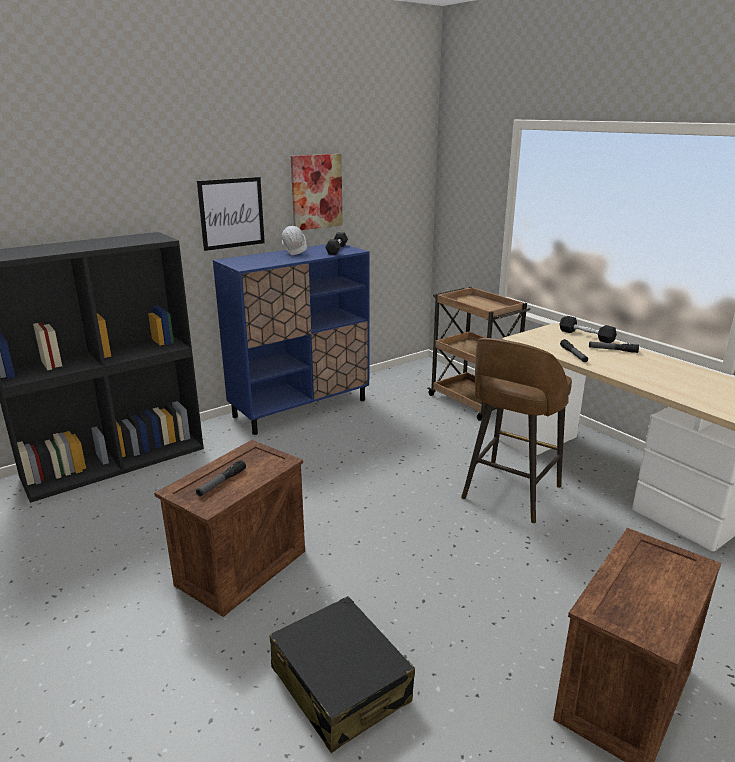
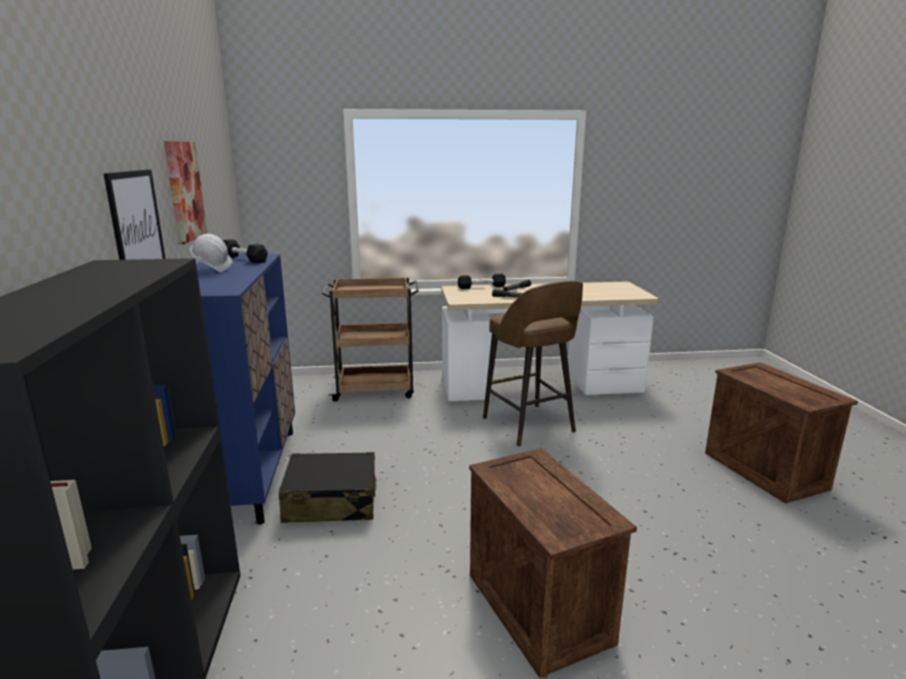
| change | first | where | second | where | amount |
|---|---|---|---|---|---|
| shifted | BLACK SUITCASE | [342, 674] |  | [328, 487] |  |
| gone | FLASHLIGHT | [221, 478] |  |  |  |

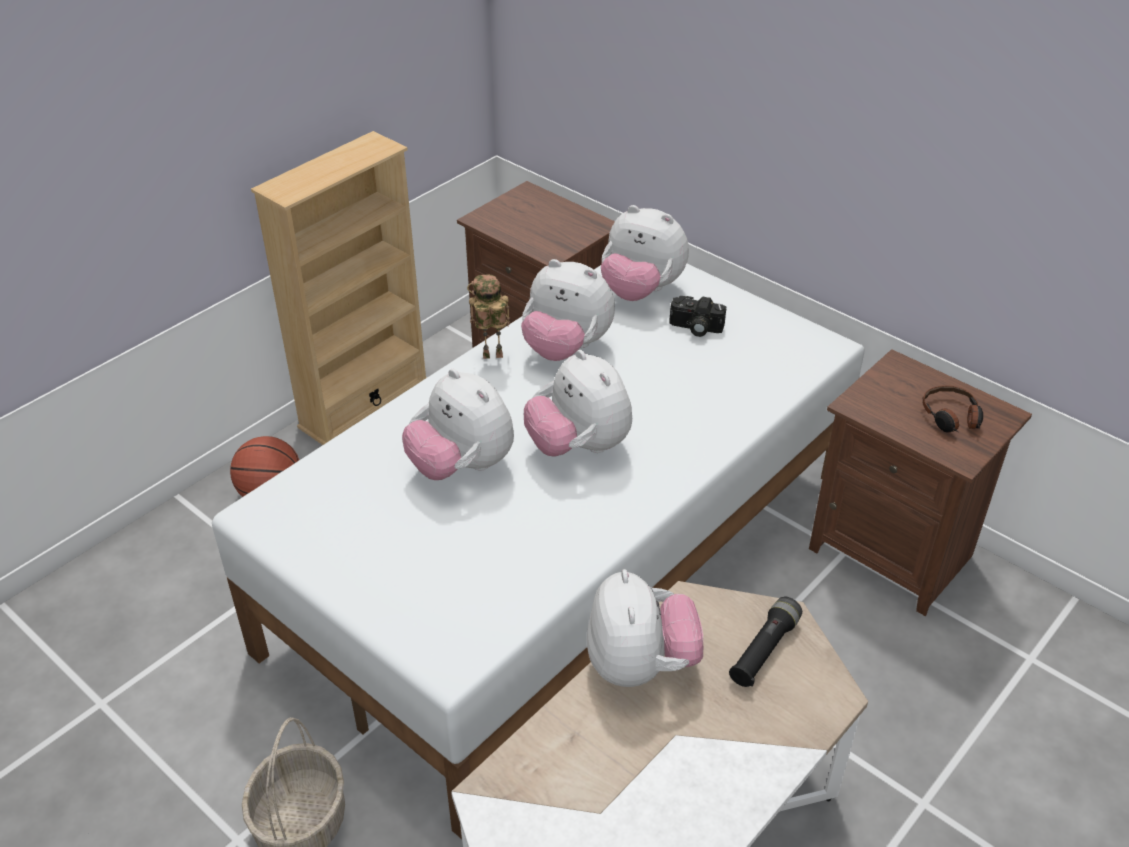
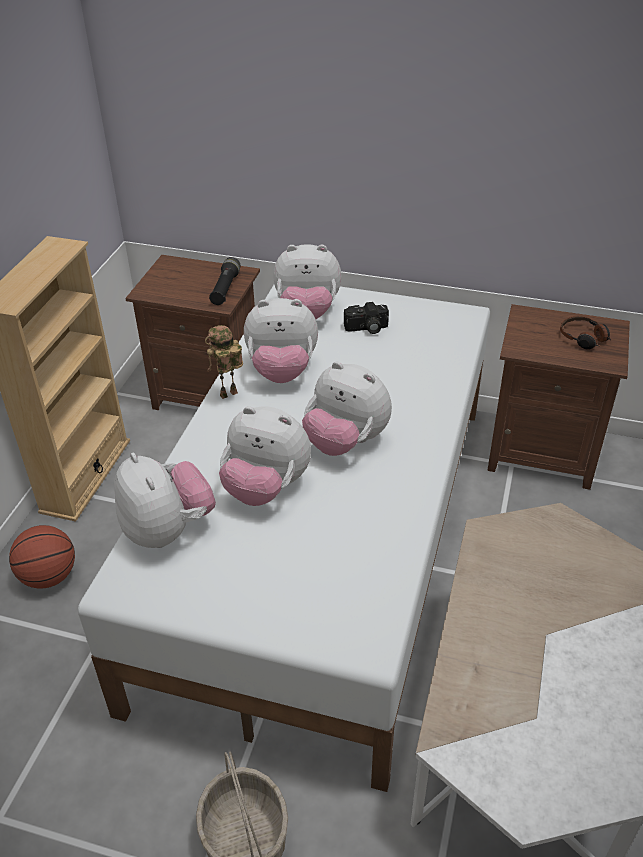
| change | first | where | second | where | amount |
|---|---|---|---|---|---|
| shifted | PLUSH TOY | [645, 628] |  | [165, 500] |  |
| shifted | BLACK FLASHLIGHT | [765, 641] |  | [224, 281] |  |

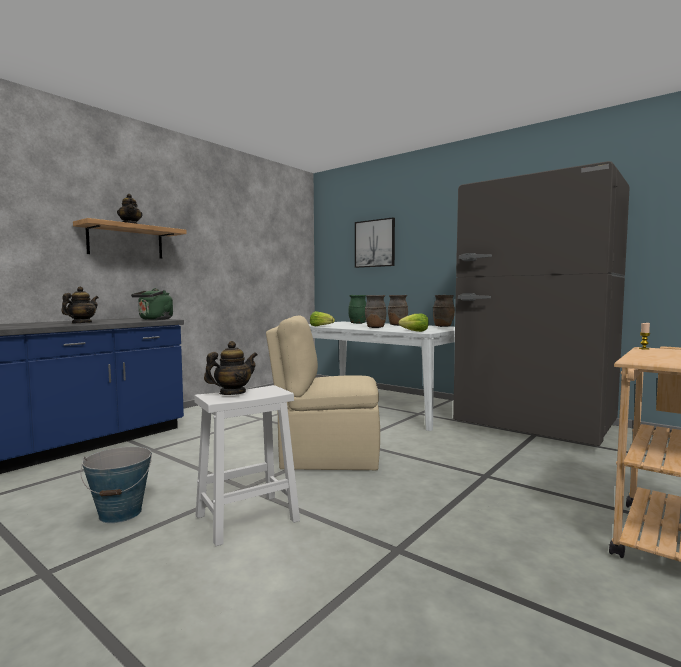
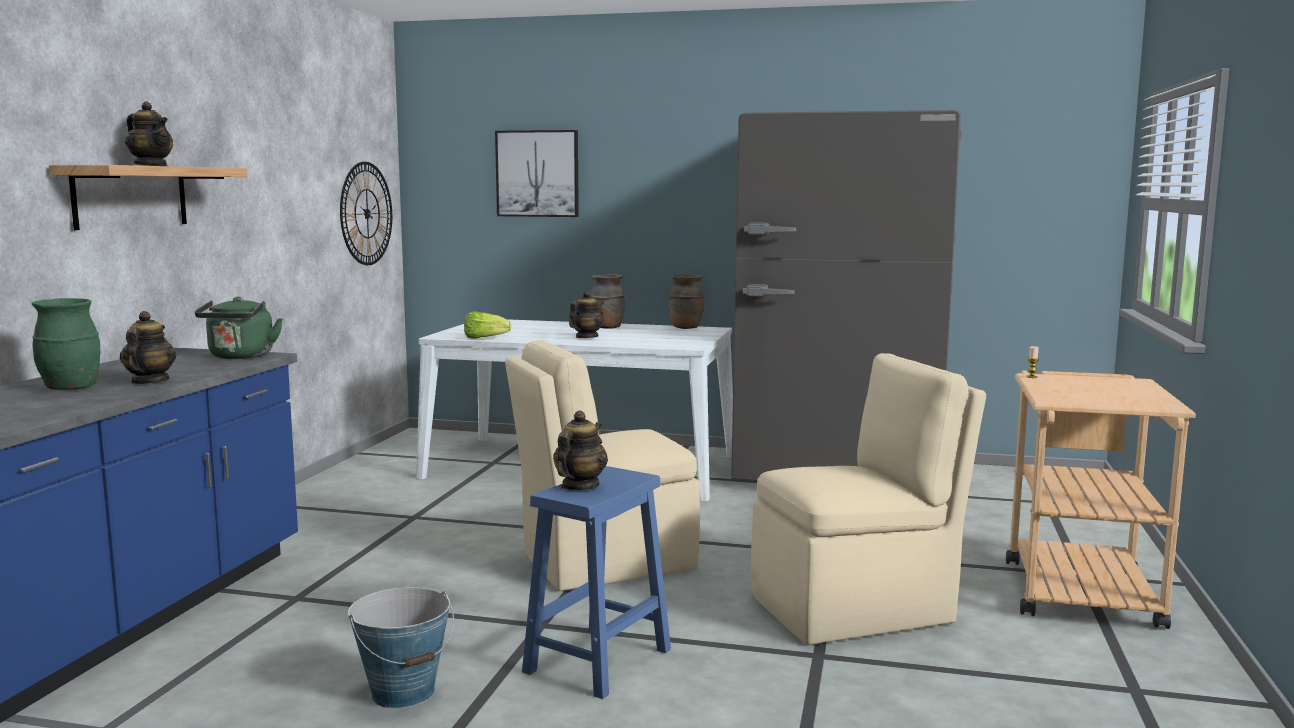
| change | first | where | second | where | amount |
|---|---|---|---|---|---|
| shifted | GREEN VASE | [357, 309] |  | [66, 344] |  |
| new |  |  | WALL CLOCK | [366, 213] |  |
| repainted | WHITE STOOL | [247, 465] | BLUE STOOL | [596, 582] |  |
| swapped | BROWN VASE | [375, 311] | TEAPOT | [586, 314] |  |
| new |  |  | BEIGE CHAIR | [868, 499] |  |
| gone | LETTUCE | [414, 323] |  |  |  |

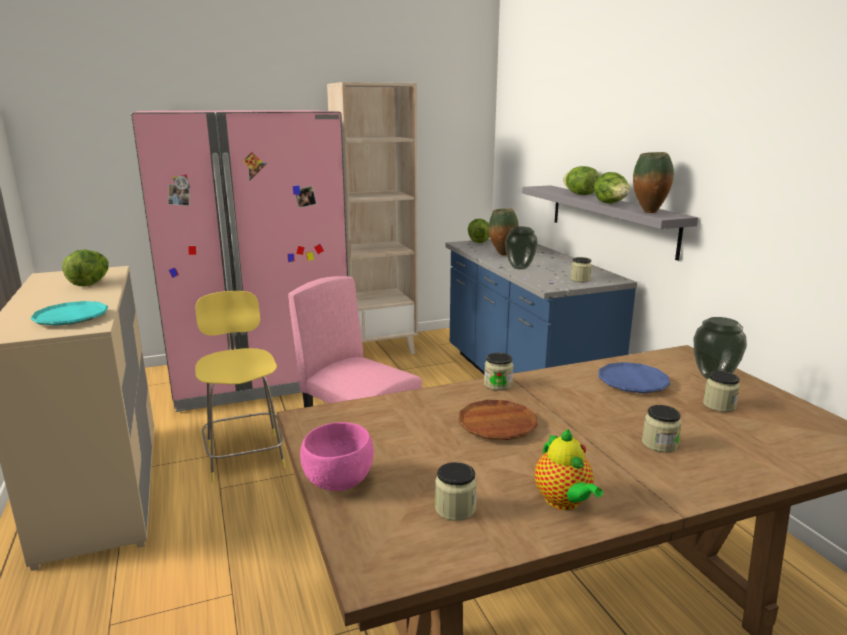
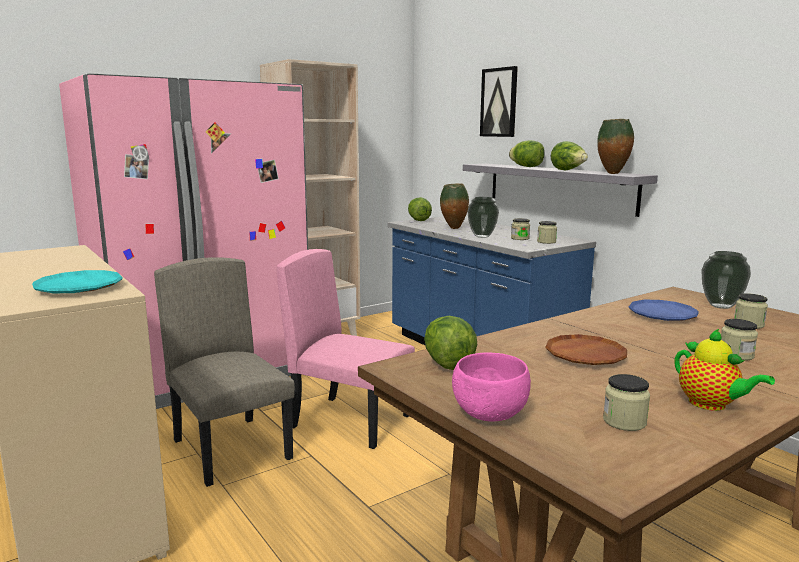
| change | first | where | second | where | amount |
|---|---|---|---|---|---|
| swapped | YELLOW STOOL | [240, 386] | BEIGE CHAIR | [224, 372] |  |
| shifted | LETTUCE | [85, 267] |  | [450, 343] |  |
| new |  |  | PICTURE | [499, 101] |  |
| shifted | JAR | [498, 372] |  | [520, 229] |  |

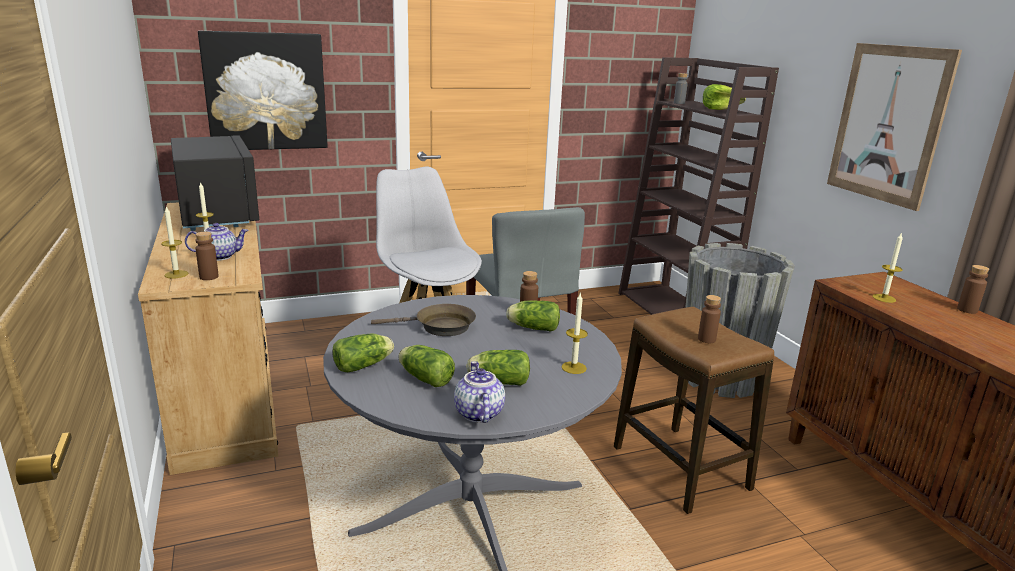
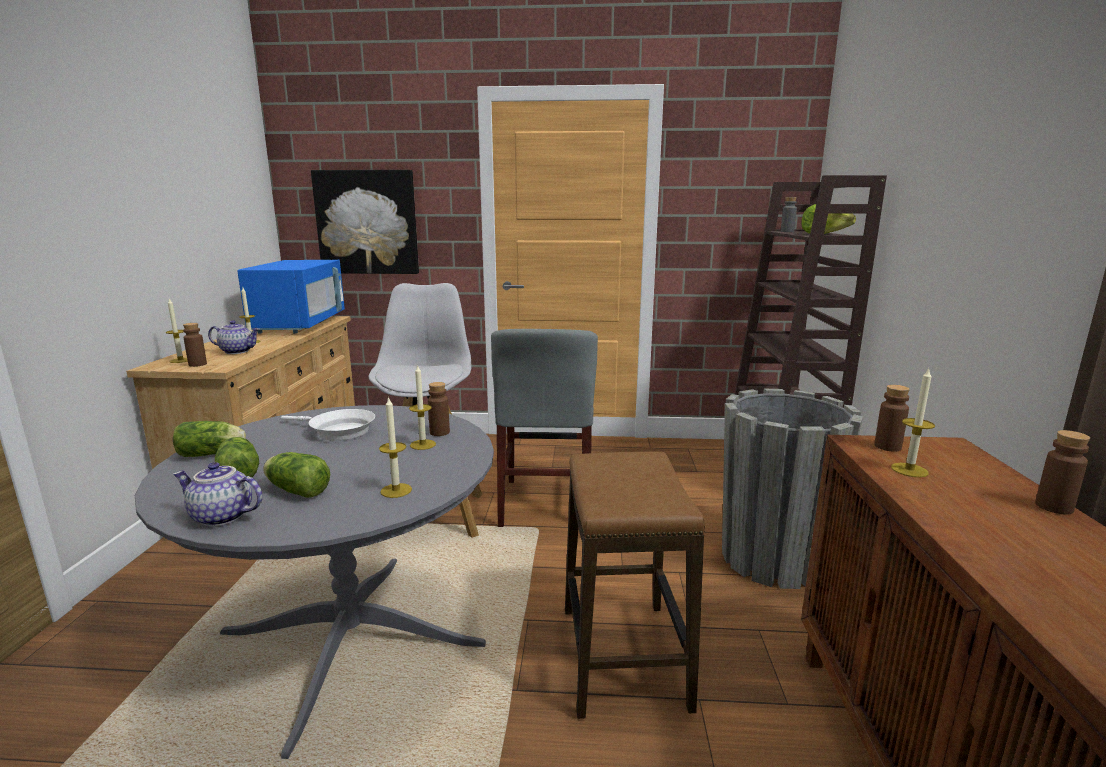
| change | first | where | second | where | amount |
|---|---|---|---|---|---|
| rotated | TEAPOT | [479, 392] |  | [217, 494] | 90 degrees counterclockwise |
| repainted | BLACK MICROWAVE | [215, 183] | BLUE MICROWAVE | [291, 297] |  |
| repainted | BROWN FRYING PAN | [423, 320] | WHITE FRYING PAN | [328, 425] |  |
| swapped | LETTUCE | [533, 316] | CANDLE | [422, 407] |  |
| shifted | BROWN BOTTLE | [709, 319] |  | [892, 418] |  |
| gone | PICTURE | [894, 127] |  |  |  |

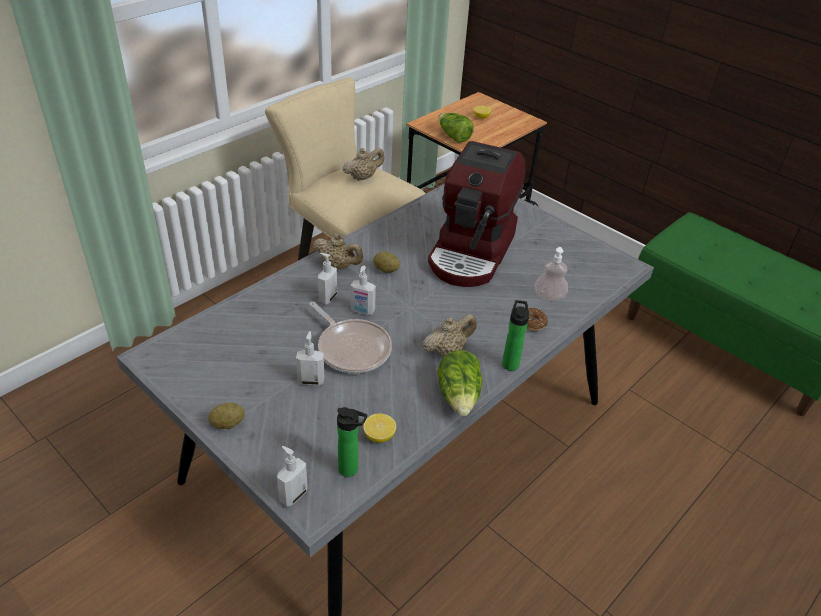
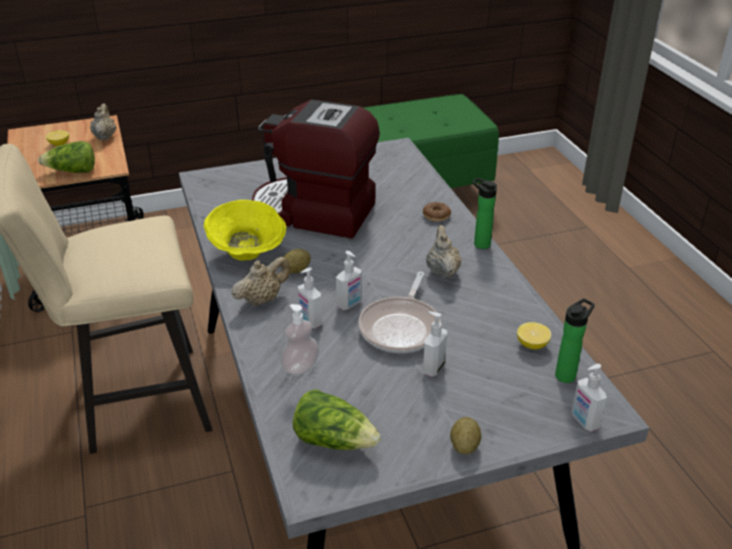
| change | first | where | second | where | amount |
|---|---|---|---|---|---|
| shifted | BEIGE TEAPOT | [363, 164] |  | [103, 122] |  |
| new |  |  | YELLOW BOWL | [245, 230] |  |
| rotated | COFFEE MACHINE | [477, 214] |  | [316, 169] | 150 degrees clockwise |
| shifted | SOAP DISPENSER | [551, 274] |  | [300, 339] |  |
| shifted | LETTUCE | [459, 383] |  | [337, 419] |  |
| rotated | FRYING PAN | [350, 337] |  | [400, 312] | 120 degrees clockwise |

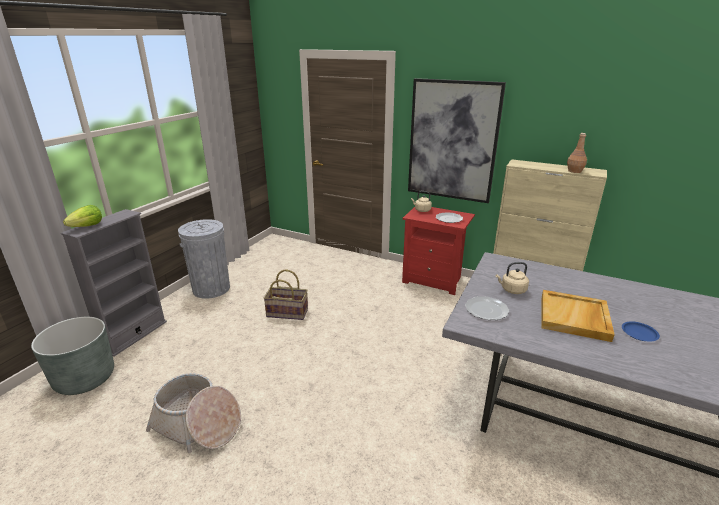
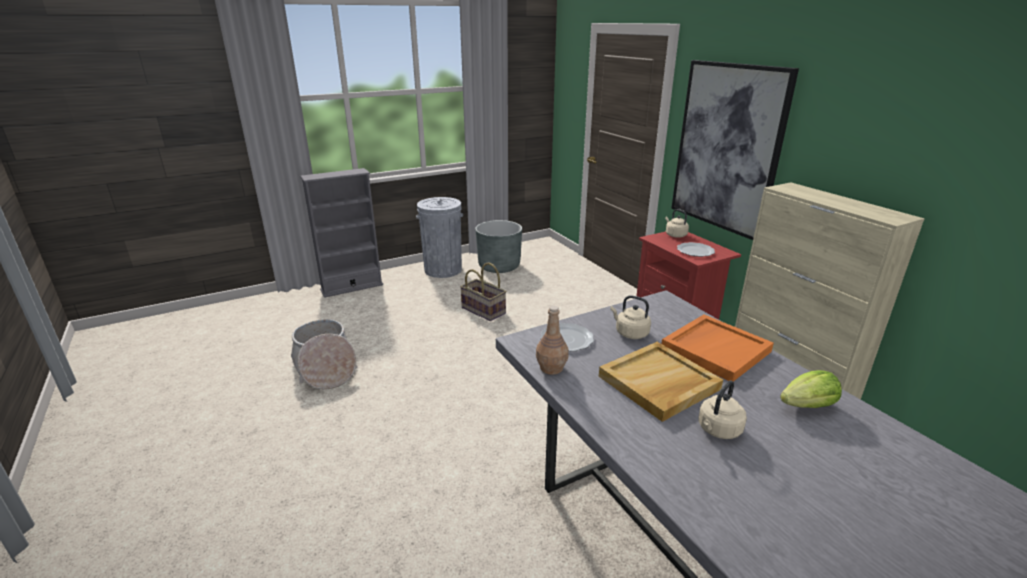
| change | first | where | second | where | amount |
|---|---|---|---|---|---|
| shifted | GREY PLANTER | [72, 356] |  | [498, 246] |  |
| shifted | BROWN BOTTLE | [577, 153] |  | [552, 340] |  |
| new |  |  | ORANGE TRAY | [717, 348] |  |
| swapped | BLUE PLATE | [641, 331] | BEIGE KETTLE | [722, 409] |  |
| shifted | LETTUCE | [82, 216] |  | [811, 389] |  |

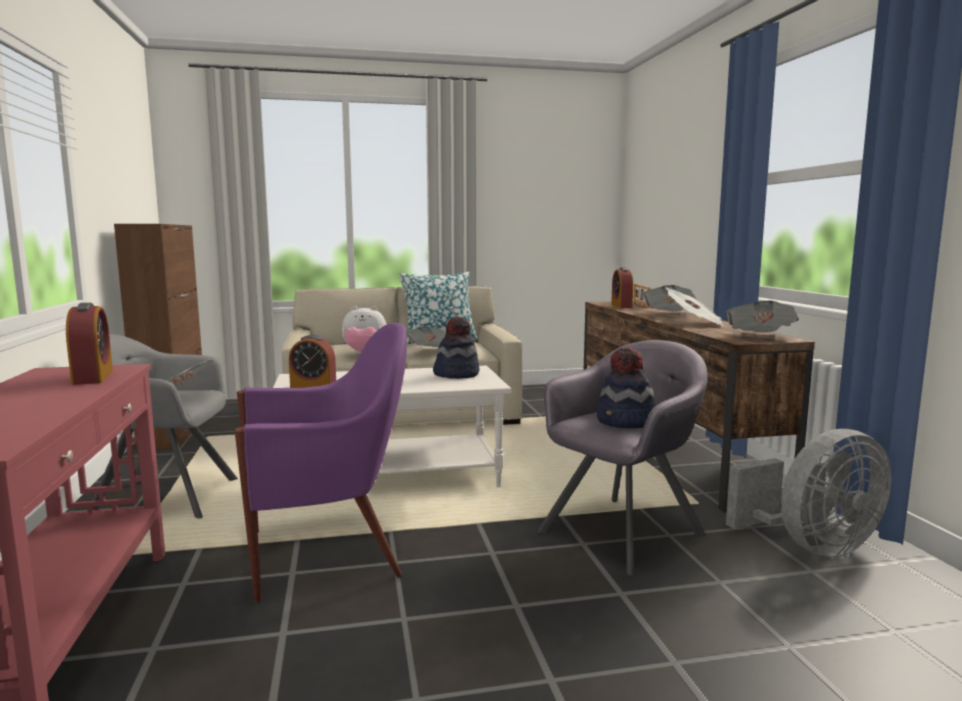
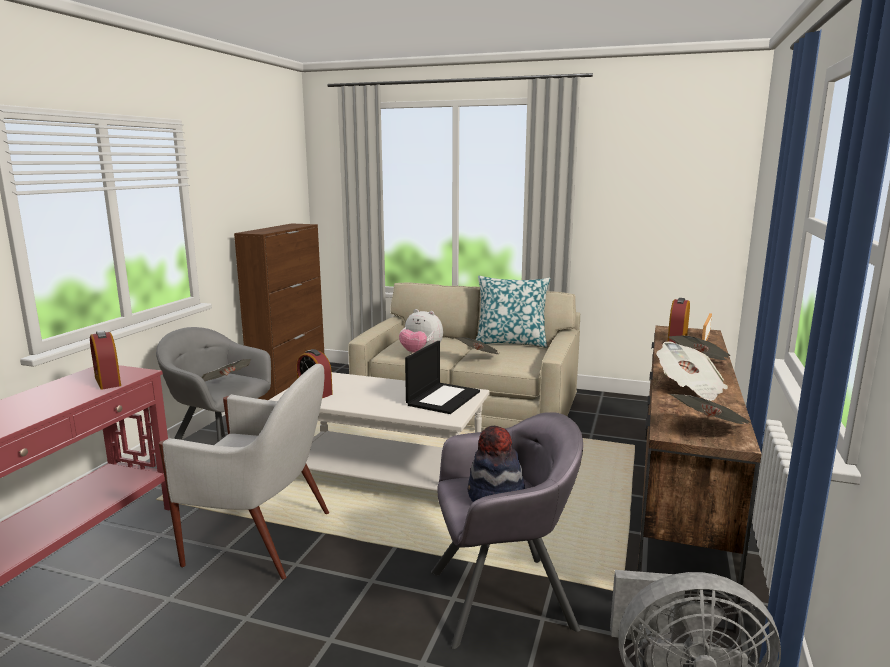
| change | first | where | second | where | amount |
|---|---|---|---|---|---|
| rotated | ALARM CLOCK | [89, 344] |  | [105, 360] | 135 degrees clockwise |
| repainted | PURPLE ARMCHAIR | [320, 463] | WHITE ARMCHAIR | [244, 472] |  |
| swapped | HAT | [456, 348] | LAPTOP | [442, 377] |  |

